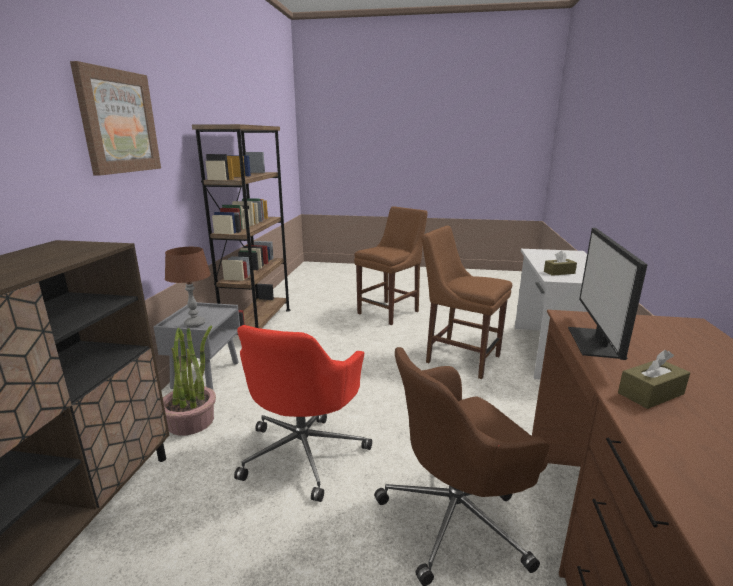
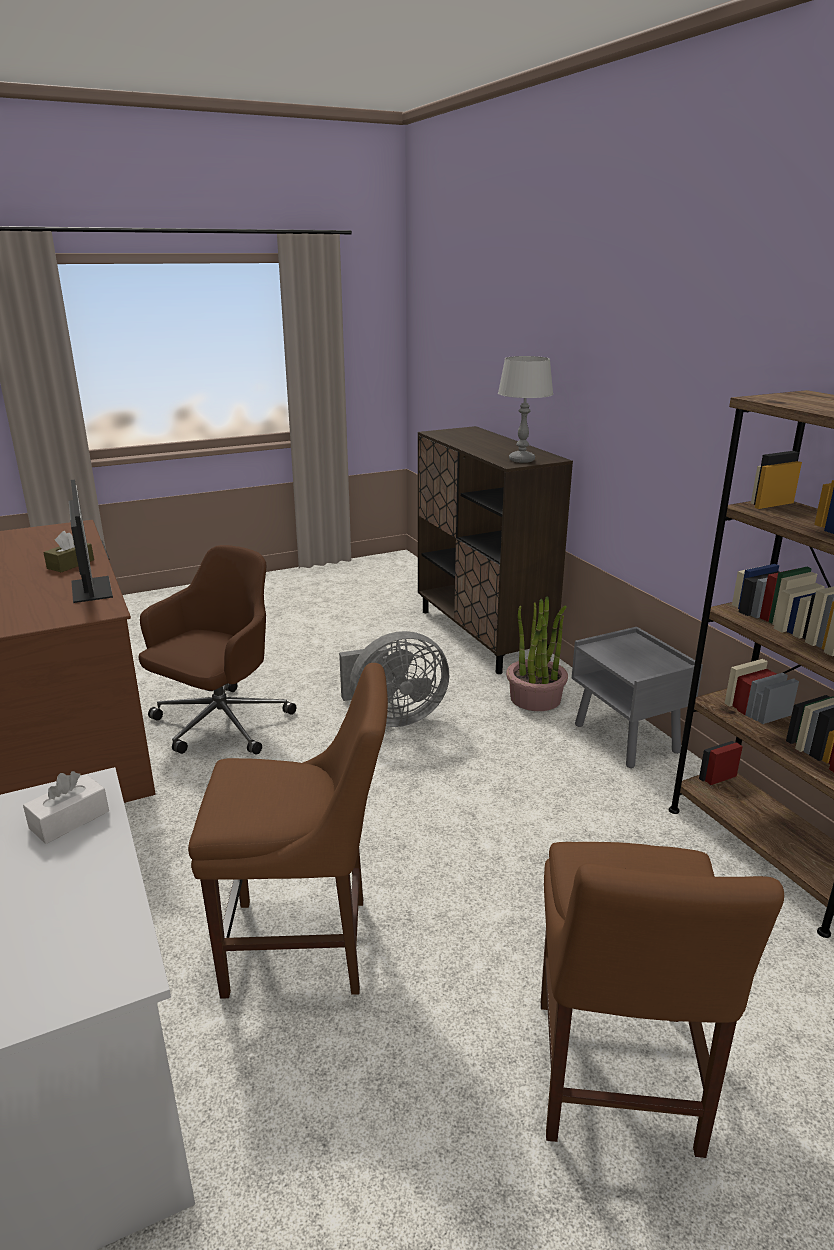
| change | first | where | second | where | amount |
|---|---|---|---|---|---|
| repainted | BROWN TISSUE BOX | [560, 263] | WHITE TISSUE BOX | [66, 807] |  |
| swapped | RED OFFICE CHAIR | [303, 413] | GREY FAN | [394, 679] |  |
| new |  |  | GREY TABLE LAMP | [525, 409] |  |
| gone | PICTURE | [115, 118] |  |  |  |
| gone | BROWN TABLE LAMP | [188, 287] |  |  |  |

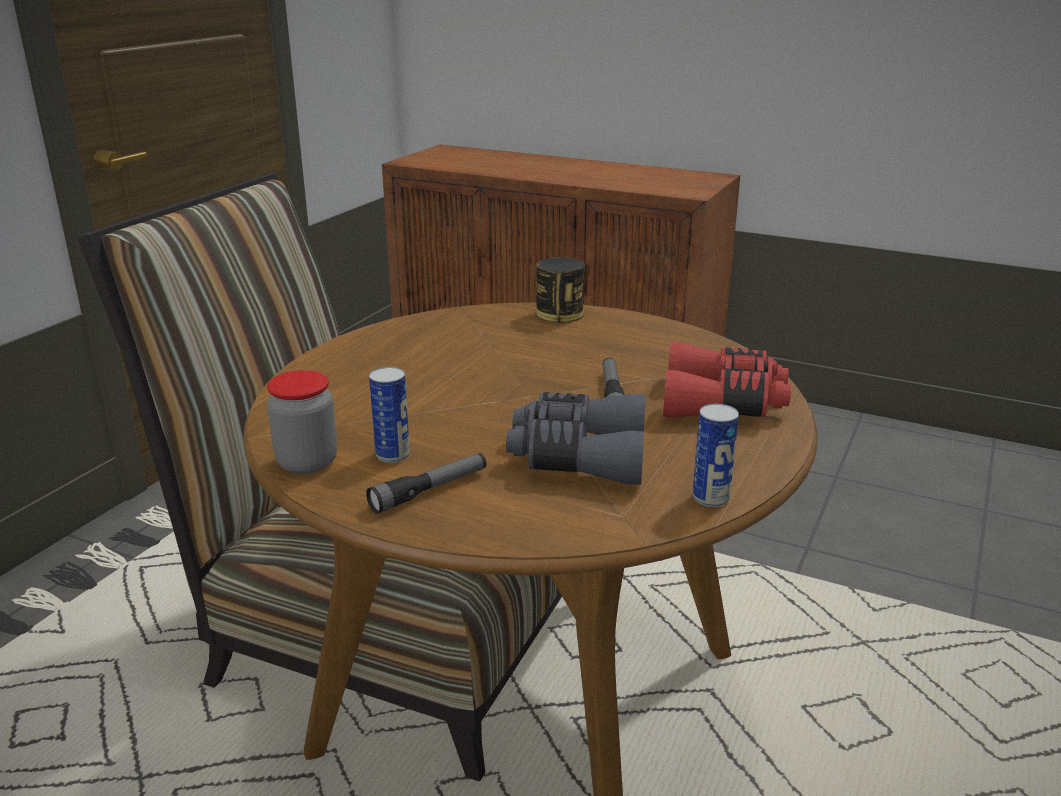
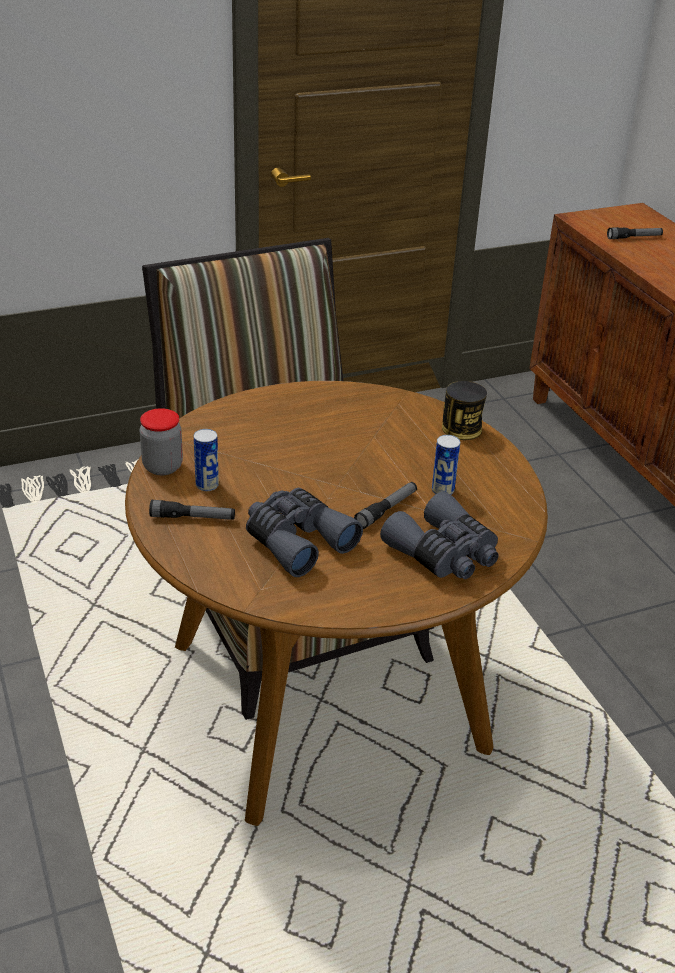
| change | first | where | second | where | amount |
|---|---|---|---|---|---|
| repainted | RED BINOCULARS | [727, 380] | GREY BINOCULARS | [439, 535] |  |
| shifted | CAN | [715, 455] |  | [446, 465] |  |
| new |  |  | FLASHLIGHT | [635, 233] |  |

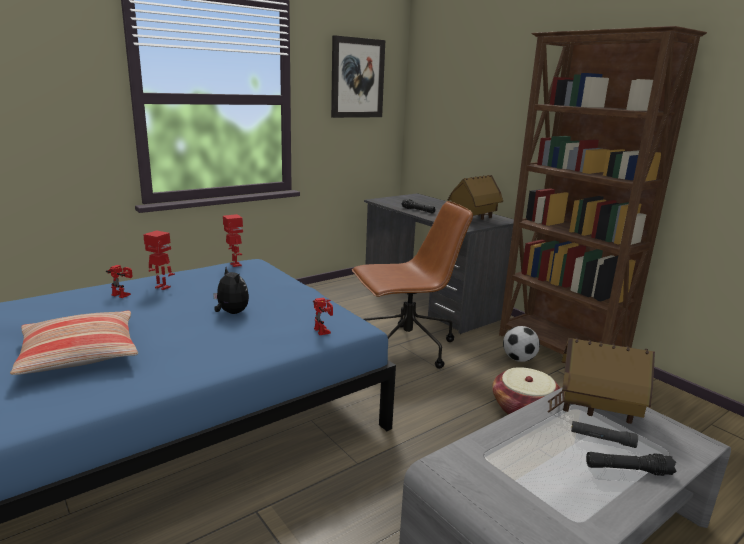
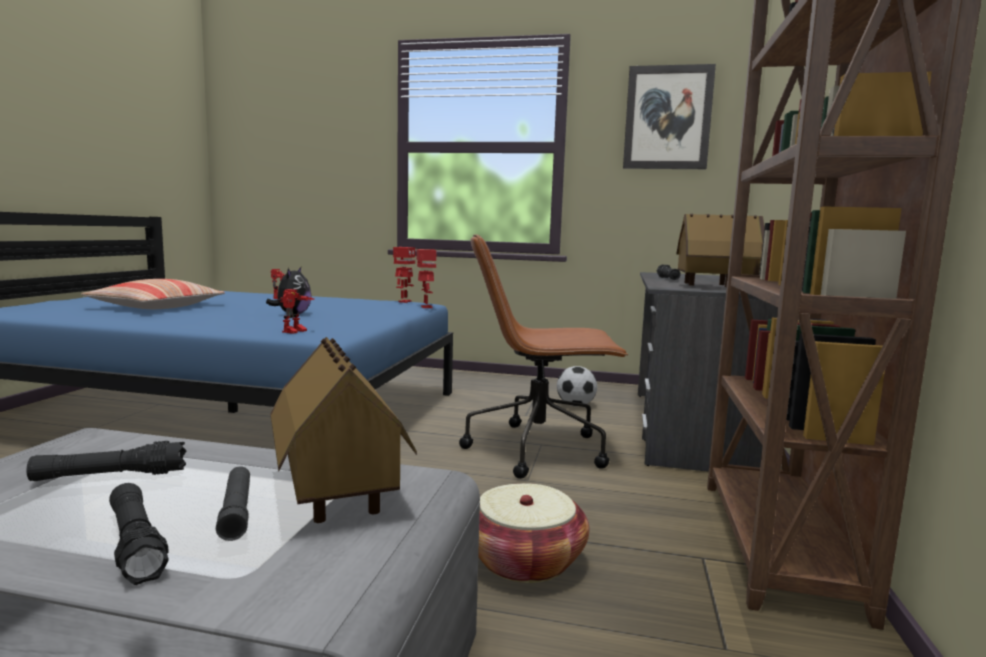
| change | first | where | second | where | amount |
|---|---|---|---|---|---|
| new |  |  | BLACK FLASHLIGHT | [106, 461] |  |
| shifted | TOY ROBOT | [159, 260] |  | [426, 278] |  |
| rotated | BROWN OFFICE CHAIR | [412, 285] |  | [543, 356] | 150 degrees clockwise |
| shifted | FOOTBALL | [521, 344] |  | [577, 386] |  |

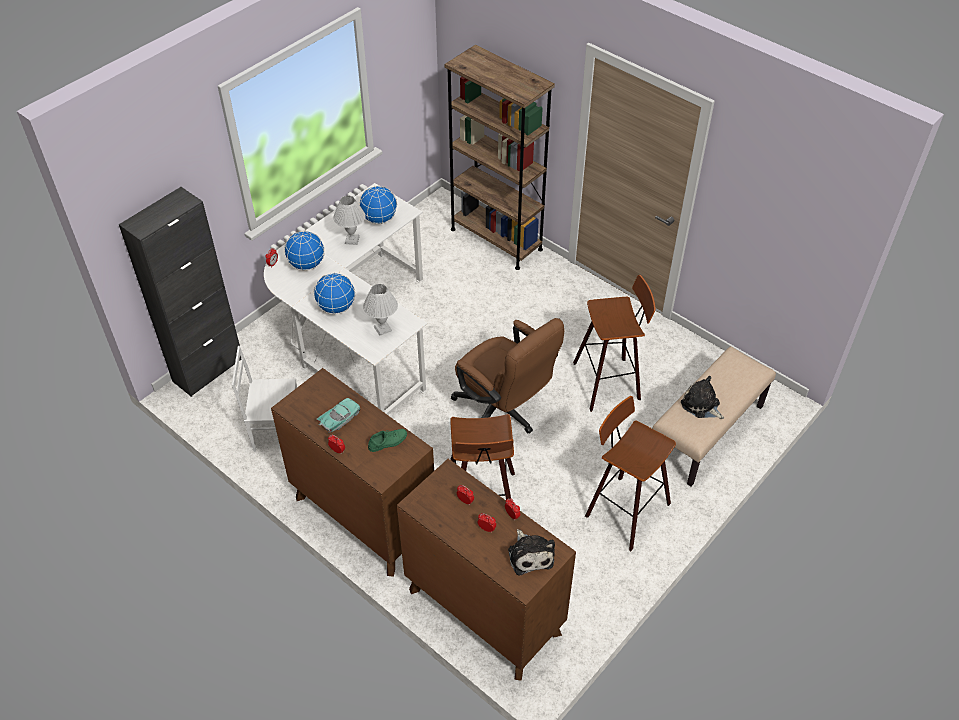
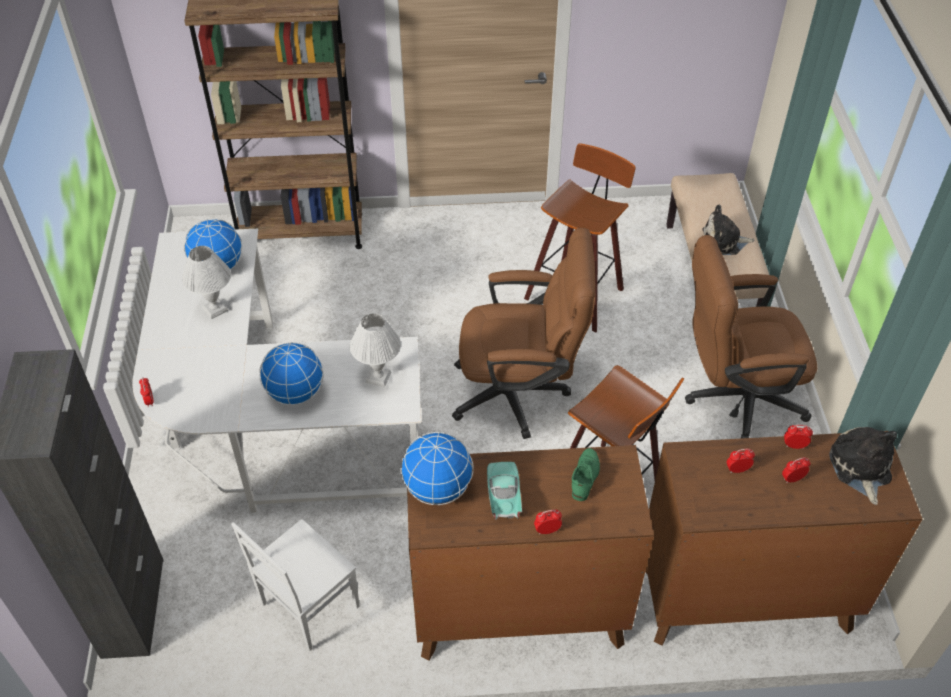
| change | first | where | second | where | amount |
|---|---|---|---|---|---|
| shifted | GLOBE | [304, 251] |  | [437, 468] |  |
| swapped | STOOL | [630, 474] | BROWN OFFICE CHAIR | [751, 337] |  |
| rotated | PLUSH TOY | [531, 552] |  | [863, 466] | 120 degrees counterclockwise |

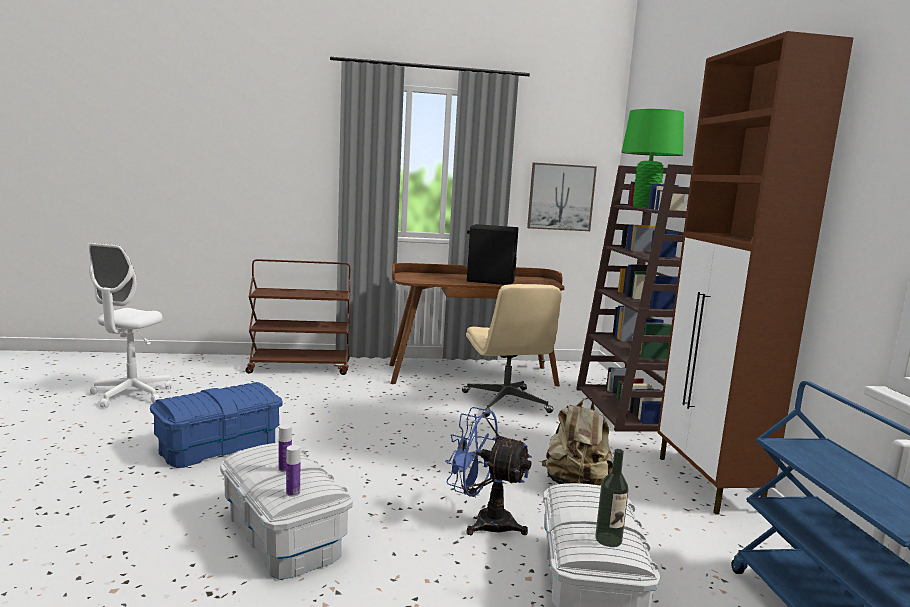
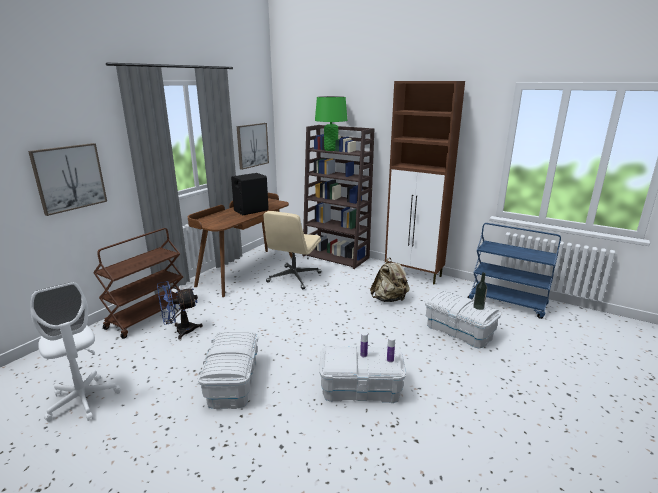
| change | first | where | second | where | amount |
|---|---|---|---|---|---|
| new |  |  | PICTURE | [67, 179] |  |
| shifted | BLUE FAN | [488, 471] |  | [180, 310] |  |
| repainted | BLUE STORAGE BOX | [216, 425] | WHITE STORAGE BOX | [228, 369] |  |
| rotated | BEIGE OFFICE CHAIR | [512, 350] |  | [292, 250] | 90 degrees clockwise |

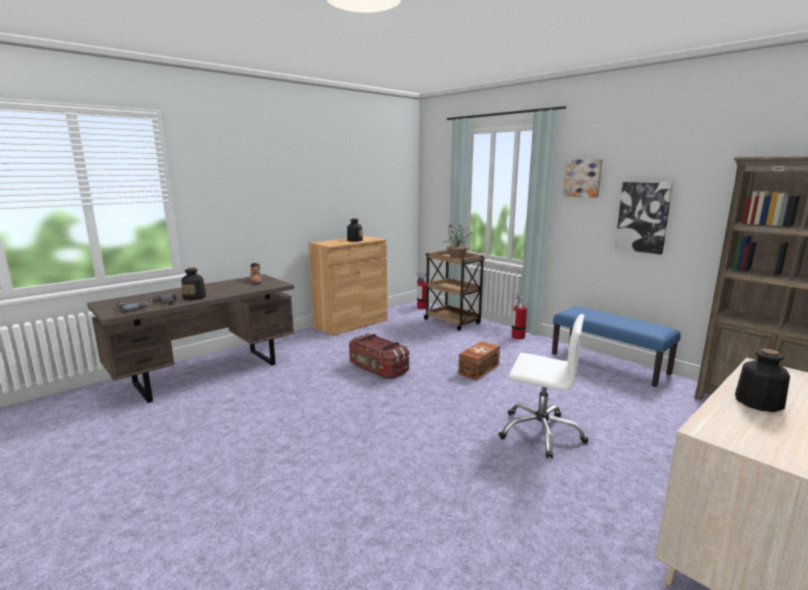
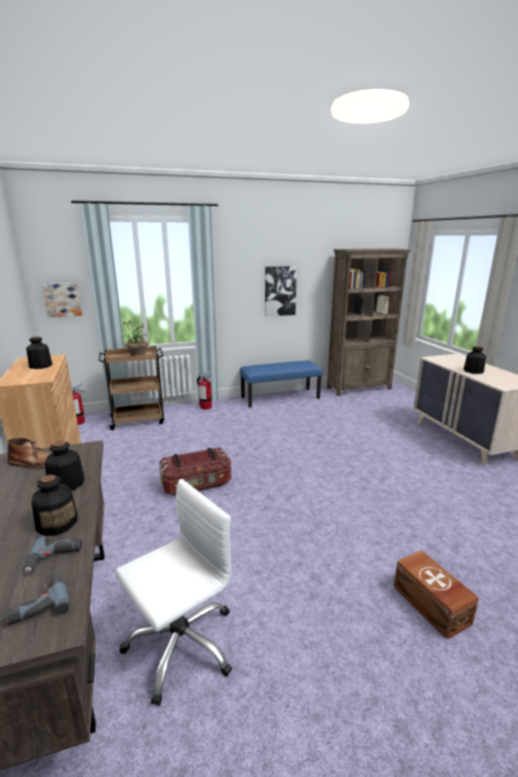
| change | first | where | second | where | amount |
|---|---|---|---|---|---|
| shifted | PICTURE | [583, 178] |  | [62, 300] |  |
| new |  |  | BOTTLE | [65, 465] |  |
| shifted | WHITE OFFICE CHAIR | [543, 386] |  | [173, 592] |  |
| shifted | BROWN STORAGE BOX | [479, 360] |  | [436, 595] |  |

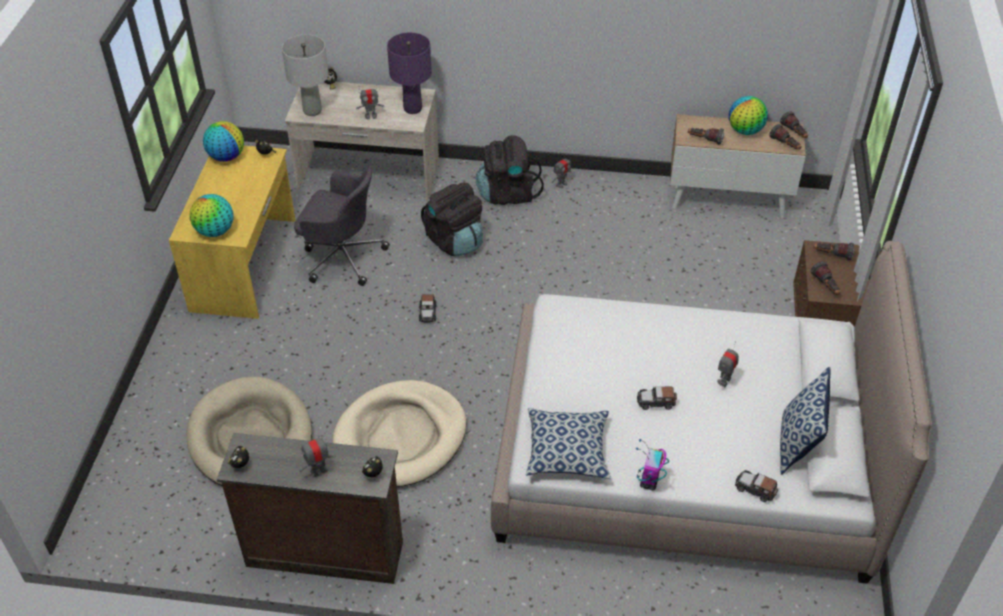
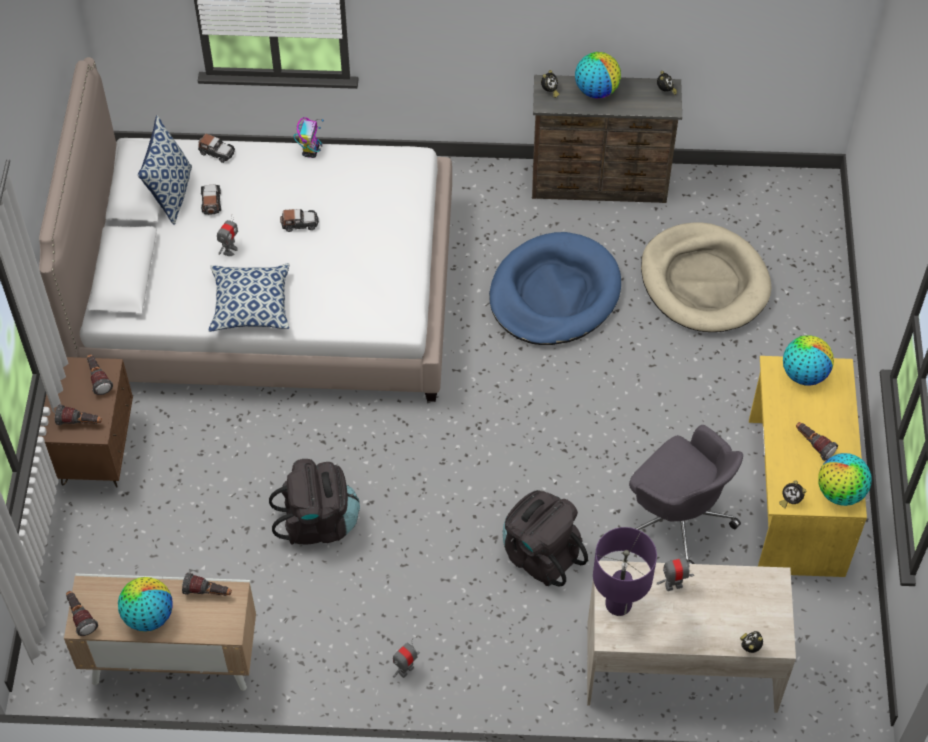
| change | first | where | second | where | amount |
|---|---|---|---|---|---|
| shifted | TOY CAR | [428, 309] |  | [211, 199] |  |
| shifted | PILLOW | [568, 443] |  | [249, 297] |  |
| shifted | BLACK BACKPACK | [510, 170] |  | [314, 502] |  |
| repainted | BEIGE DOG BED | [399, 433] | BLUE DOG BED | [555, 288] |  |
| swapped | TOY ROBOT | [317, 455] | GLOBE | [598, 75] |  |
| rotated | GREY OFFICE CHAIR | [342, 226] |  | [686, 494] | 150 degrees counterclockwise |
| shifted | FLASHLIGHT | [785, 137] |  | [817, 441] |  |
| gone | GREY TABLE LAMP | [305, 75] |  |  |  |

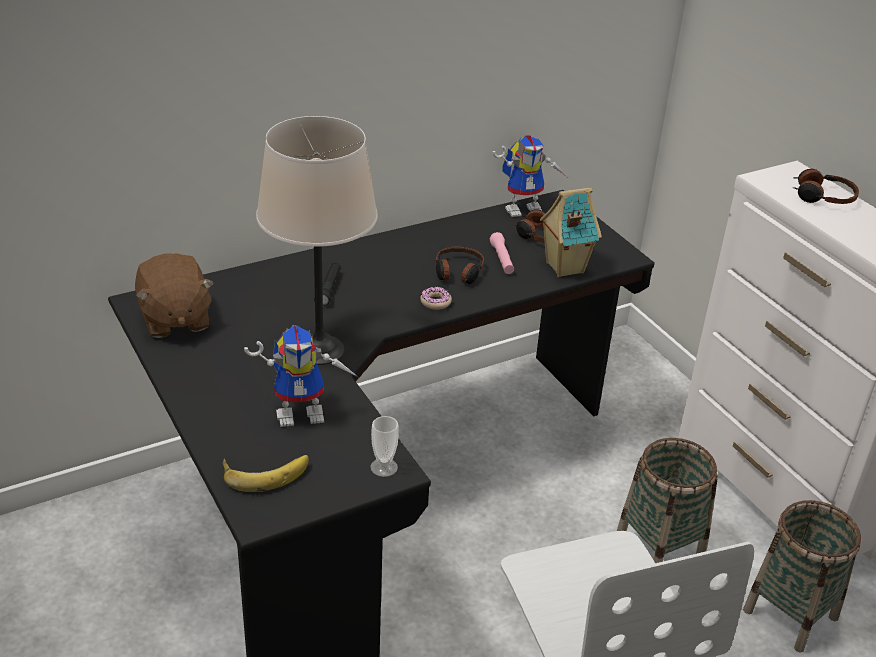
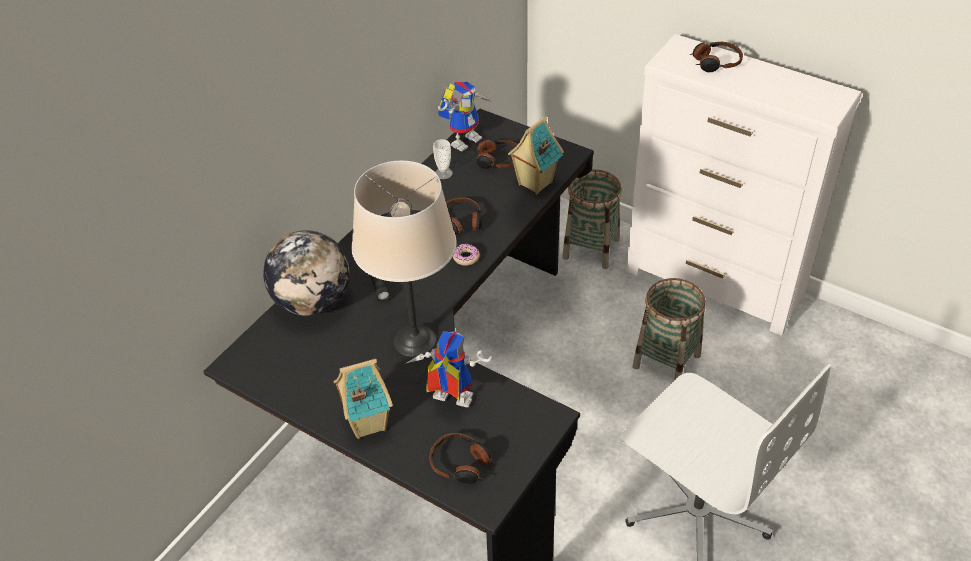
| change | first | where | second | where | amount |
|---|---|---|---|---|---|
| new |  |  | GLOBE | [306, 273] |  |
| new |  |  | TOY HOUSE | [363, 399] |  |
| rotated | TOY ROBOT | [301, 376] |  | [448, 369] | 120 degrees counterclockwise |
| swapped | BANANA | [266, 473] | HEADPHONES | [462, 458] |  |
| shifted | CUP | [384, 446] |  | [443, 159] |  |
| shifted | BASKET | [802, 576] |  | [592, 219] |  |
| gone | BROWN PLUSH TOY | [174, 295] |  |  |  |
| gone | PINK FLASHLIGHT | [502, 253] |  |  |  |

